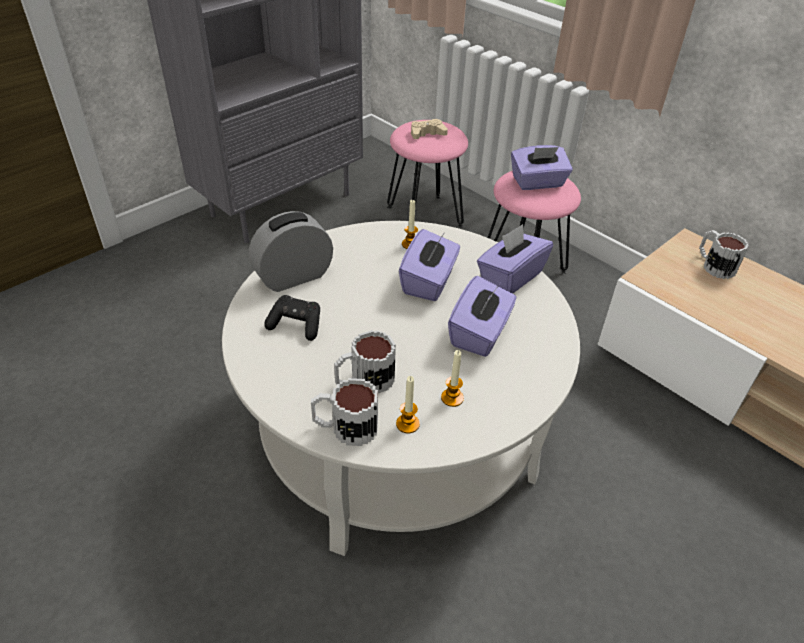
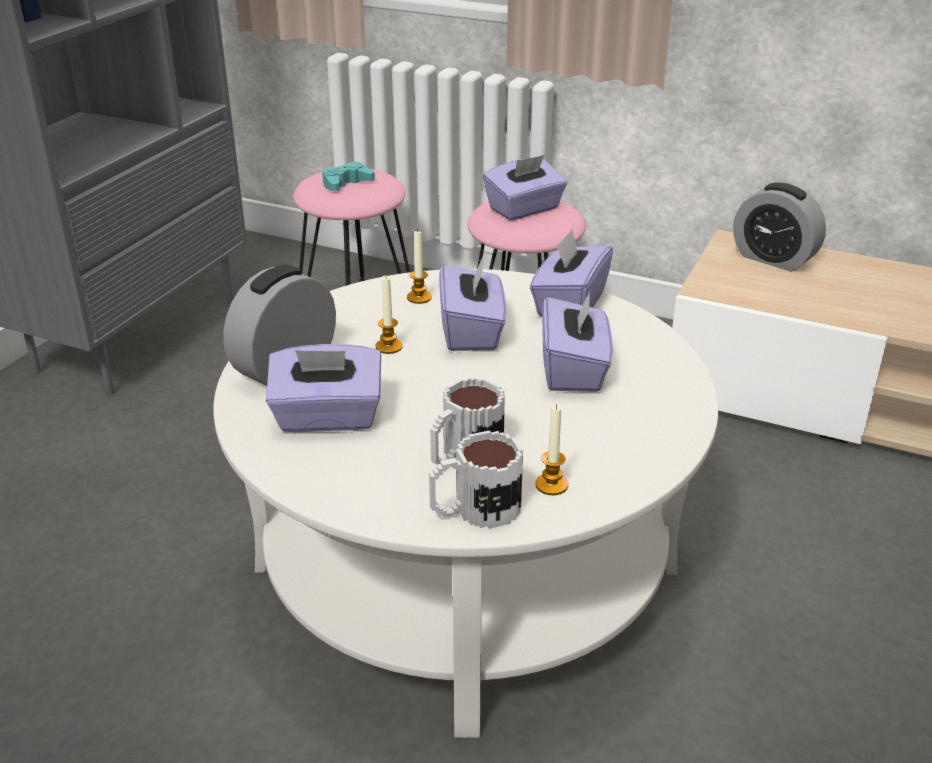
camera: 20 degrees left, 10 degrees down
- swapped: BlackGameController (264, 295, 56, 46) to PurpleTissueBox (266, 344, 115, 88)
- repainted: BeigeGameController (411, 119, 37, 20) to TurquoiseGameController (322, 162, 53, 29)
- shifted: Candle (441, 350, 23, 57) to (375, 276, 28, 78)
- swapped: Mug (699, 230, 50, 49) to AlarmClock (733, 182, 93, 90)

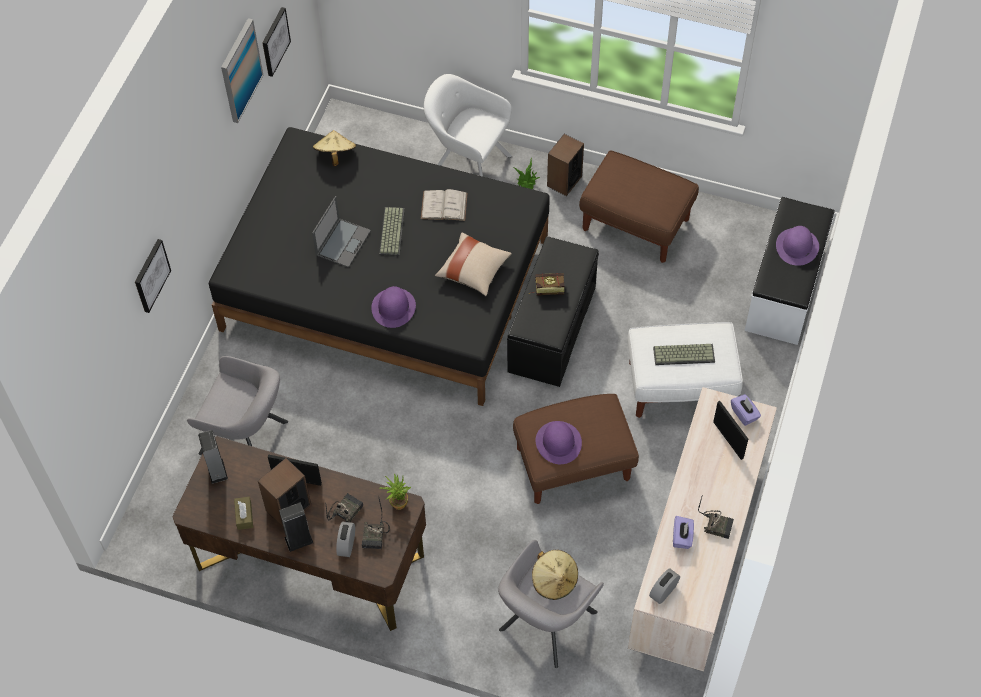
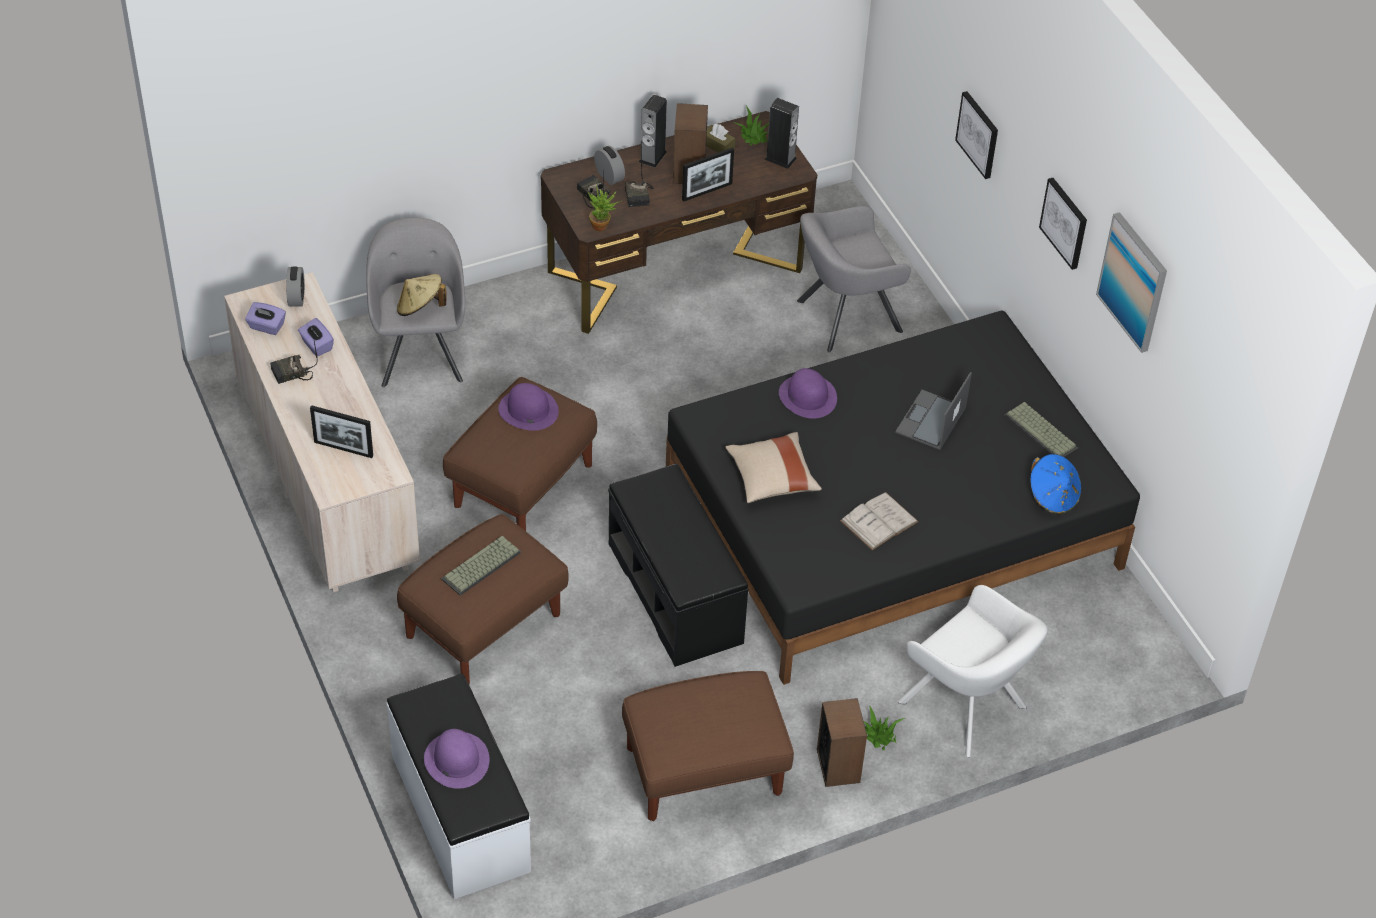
camera: 135 degrees right, 10 degrees down
- shifted: PurpleTissueBox (731, 394, 30, 32) to (245, 302, 41, 33)
- repainted: WhiteOttoman (628, 322, 115, 96) to BrownOttoman (397, 514, 172, 170)
- new: PottedPlant (734, 105, 35, 40)
- rotated: Laptop (312, 196, 59, 72) = (895, 372, 77, 78) 45 degrees clockwise
- rotated: WhiteArmchair (424, 74, 88, 103) = (898, 585, 150, 173) 60 degrees clockwise
- shifted: Keyboard (379, 207, 26, 49) to (1004, 402, 74, 55)
- repainted: BeigeHat (313, 130, 43, 36) to BlueHat (1030, 454, 52, 61)
- shifted: Picture (262, 7, 29, 70) to (1039, 178, 48, 92)
- gone: Book (529, 273, 36, 23)

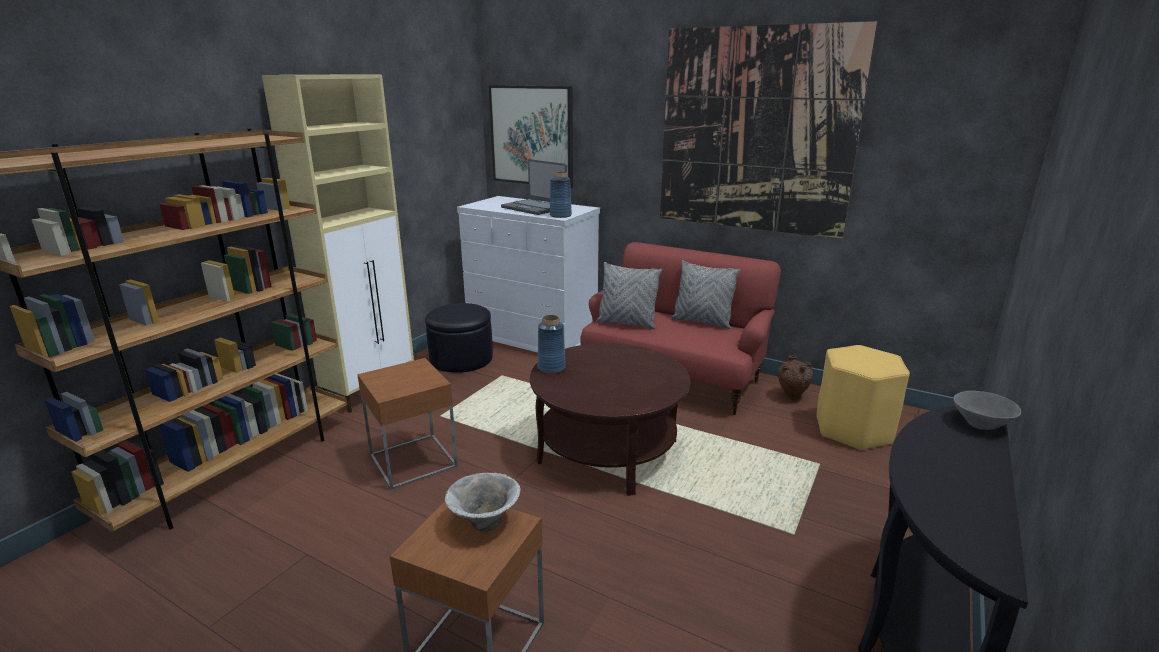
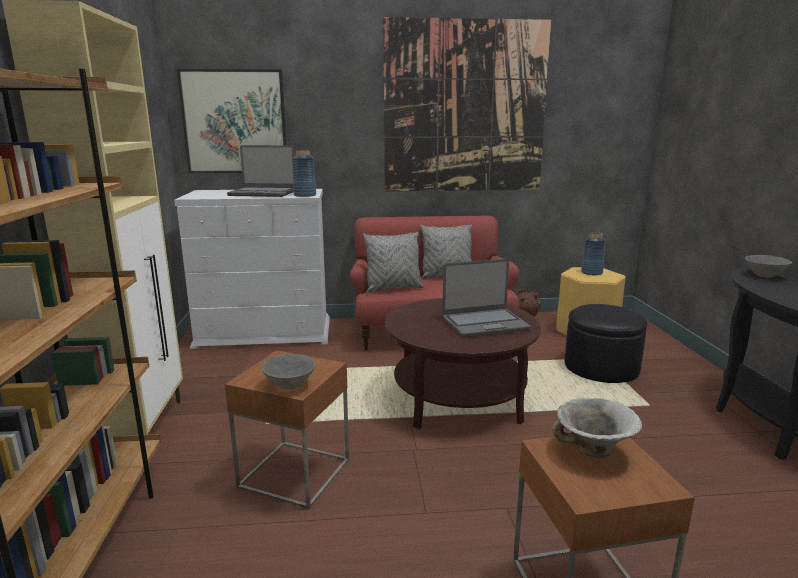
camera: 35 degrees left, 5 degrees down
- new: GreyBowl (262, 354, 53, 35)
- new: Laptop (442, 259, 89, 79)
- shifted: BlackOttoman (425, 303, 68, 70) to (565, 304, 82, 79)
- shifted: BlueVase (538, 315, 28, 59) to (581, 232, 25, 43)

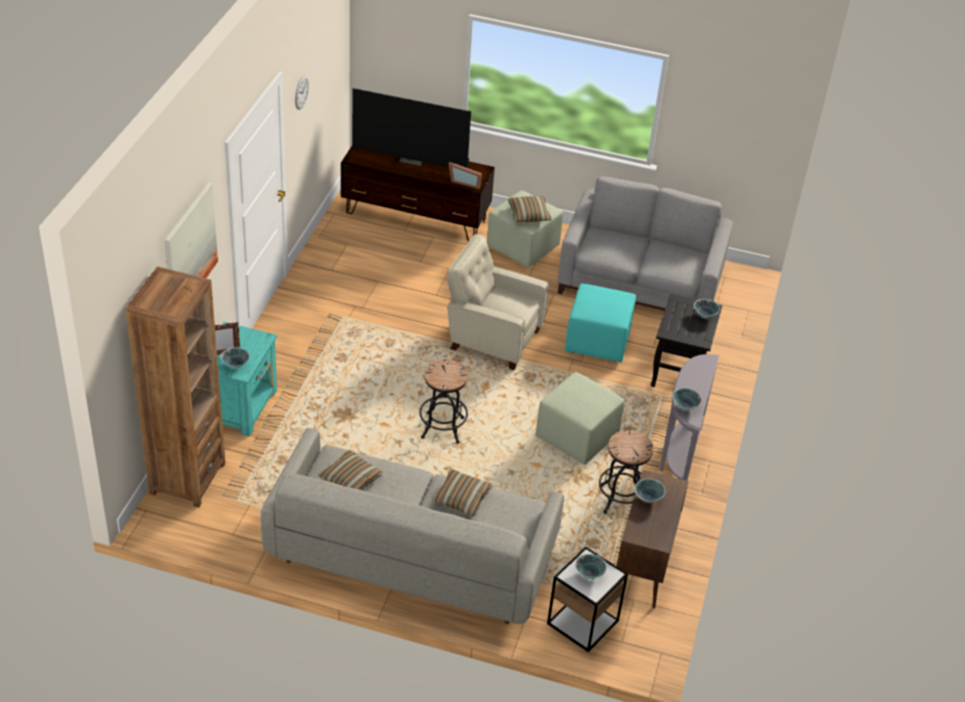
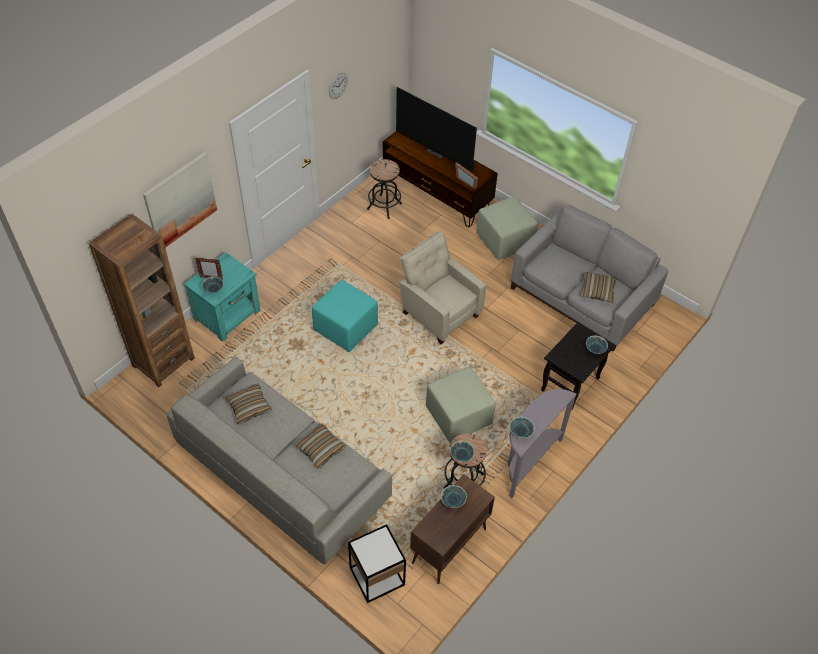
camera: 25 degrees right, 10 degrees up
- shifted: TurquoiseOttoman (565, 284, 71, 79) to (312, 280, 66, 72)
- shifted: BlackStool (419, 360, 49, 84) to (367, 159, 35, 60)
- shifted: Bowl (575, 554, 32, 25) to (450, 441, 24, 21)
- shifted: Pillow (508, 196, 44, 26) to (580, 272, 37, 31)

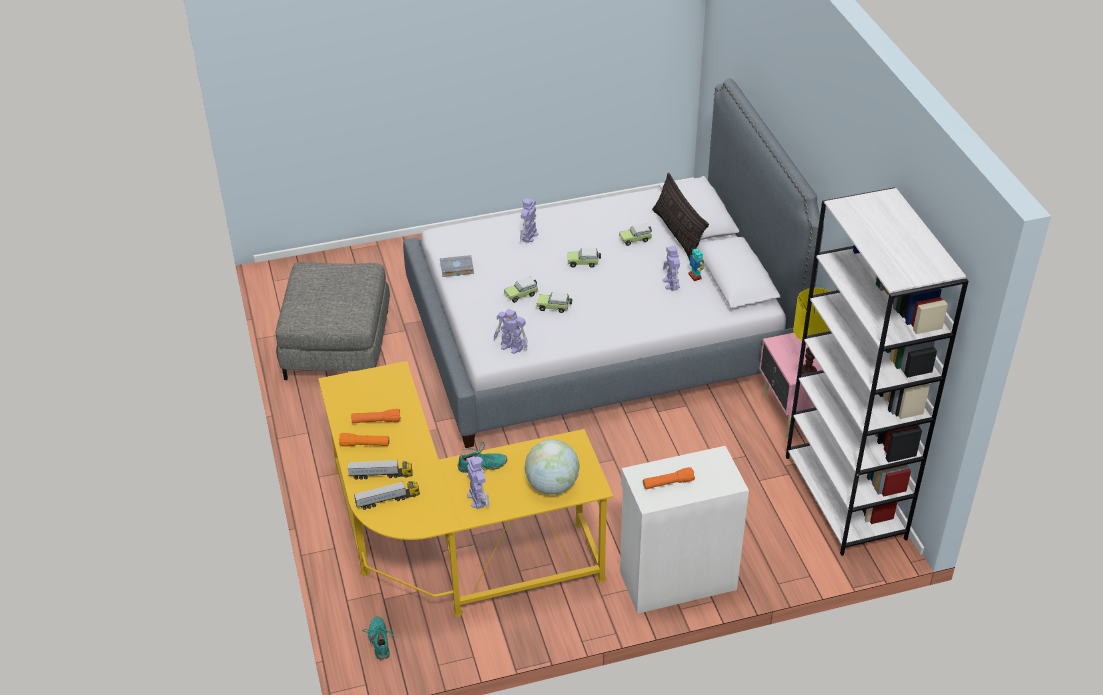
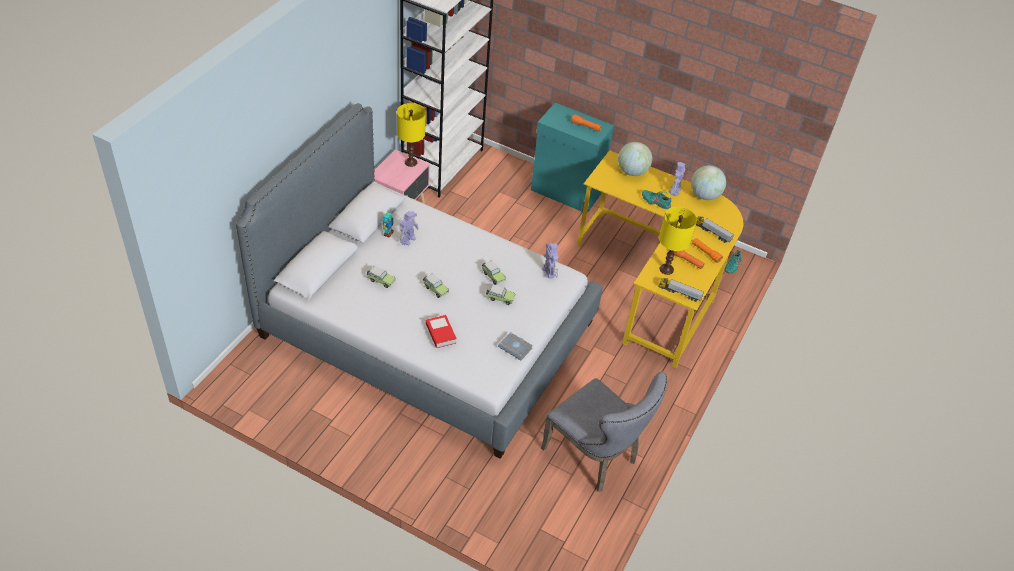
camera: 140 degrees left, 5 degrees up
- swapped: ToyRobot (520, 198, 18, 45) to Book (426, 315, 31, 33)
- repainted: WhiteCabinet (620, 446, 129, 168) to TurquoiseCabinet (531, 103, 83, 110)
- swapped: GreyOttoman (276, 262, 114, 118) to GreyChair (541, 371, 126, 121)
- shifted: ToyTruck (354, 481, 66, 29) to (658, 278, 46, 24)
- new: YellowTableLamp (659, 207, 38, 68)
- new: Globe (691, 165, 35, 35)
- gone: Pillow (652, 173, 57, 87)

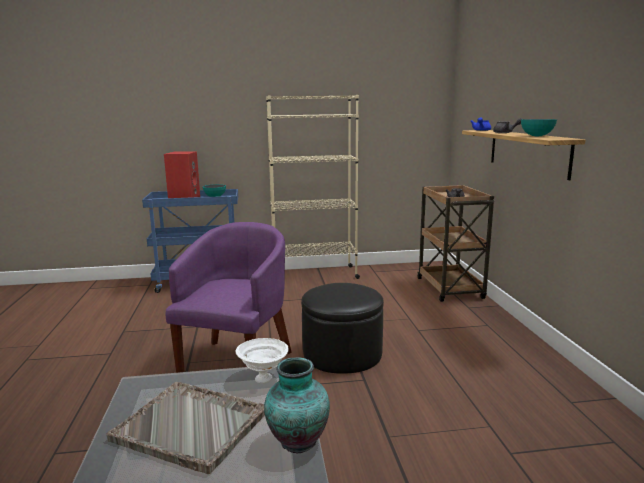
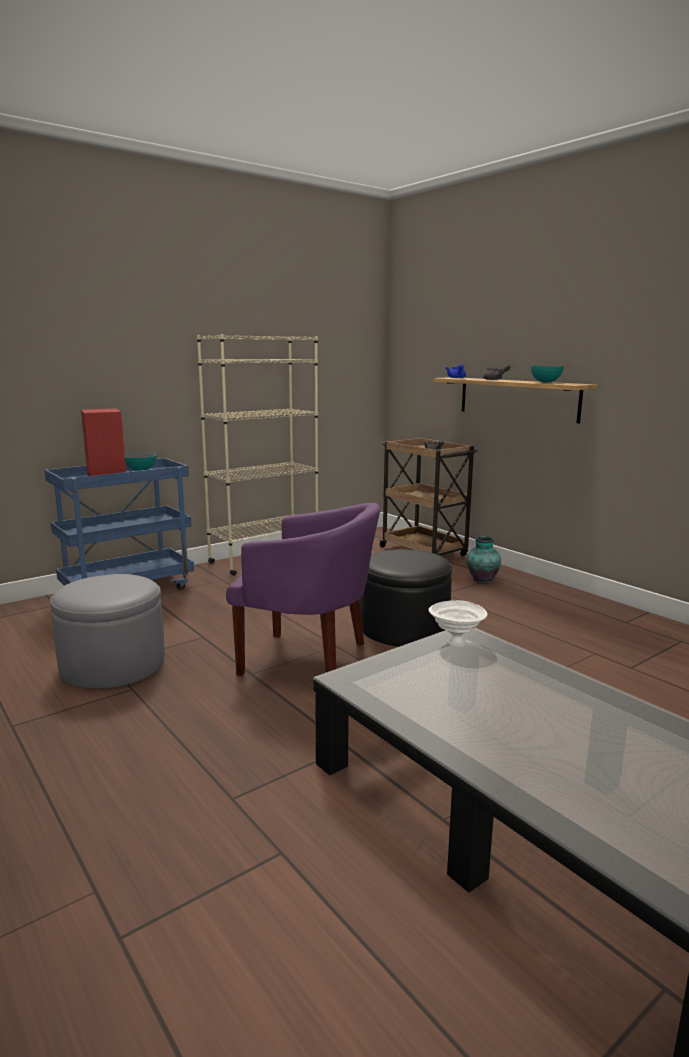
camera: 30 degrees left, 0 degrees up
- new: GreyOttoman (50, 574, 115, 115)
- rotated: PurpleArmchair (166, 222, 126, 151) = (226, 503, 154, 173) 120 degrees clockwise
- shifted: Vase (264, 357, 66, 97) to (467, 536, 34, 47)
- gone: GreyTray (106, 382, 159, 92)

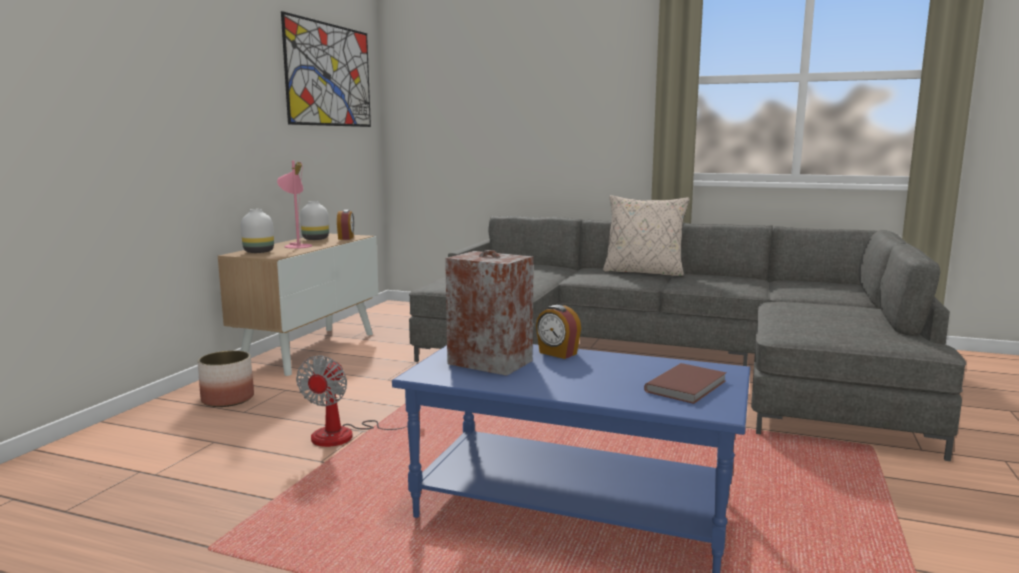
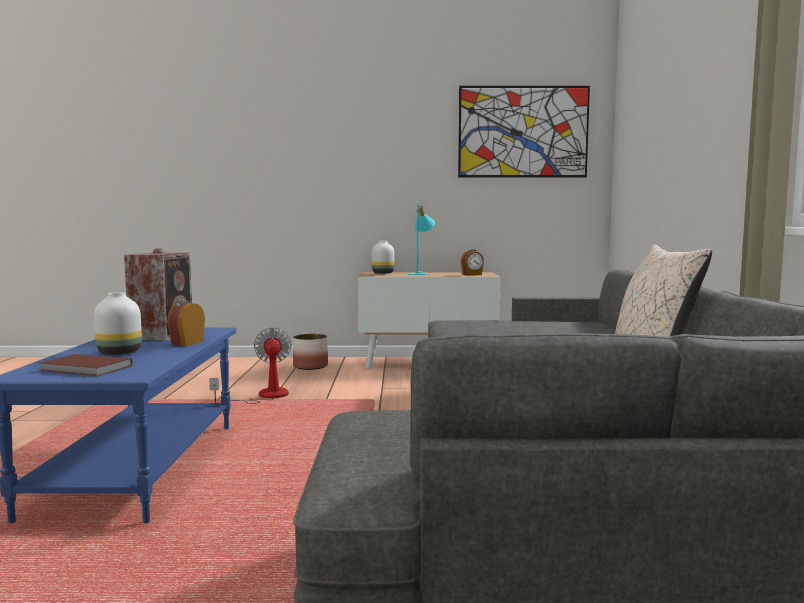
camera: 70 degrees right, 5 degrees down
- shifted: WhiteVase (300, 201, 29, 39) to (94, 292, 48, 63)
- rotated: Fan (296, 355, 111, 92) = (209, 327, 82, 77) 90 degrees clockwise
- repainted: PinkTableLamp (277, 161, 35, 88) to TurquoiseTableLamp (407, 205, 28, 70)

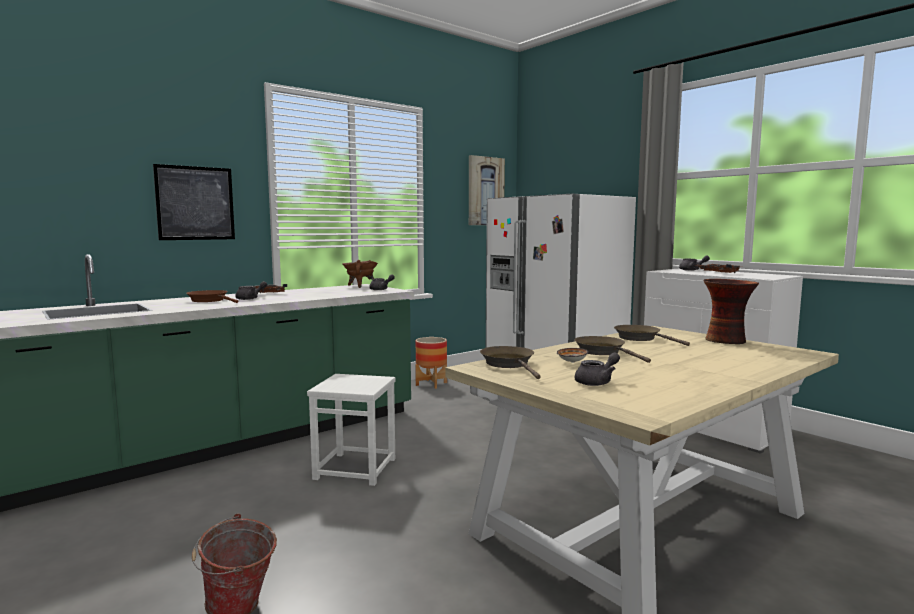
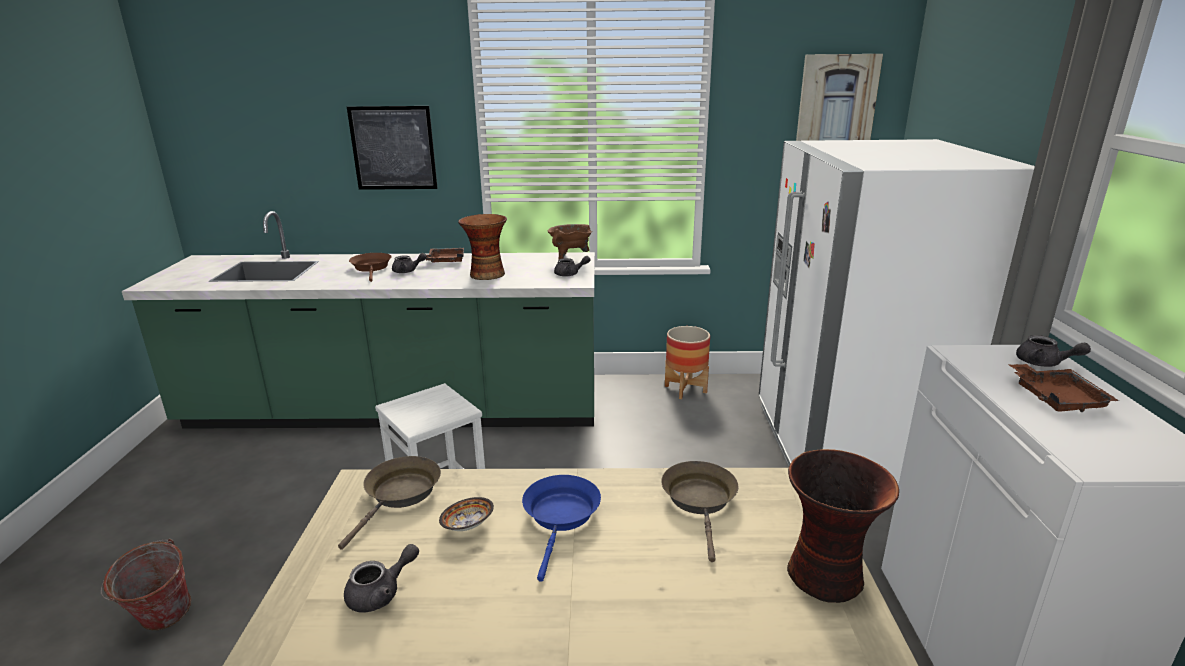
camera: 40 degrees right, 15 degrees up
- rotated: GreyTeapot (575, 352, 45, 34) = (344, 544, 75, 69) 45 degrees counterclockwise
- new: Vase (458, 214, 49, 66)
- repainted: BrownFryingPan (574, 336, 77, 27) to BlueFryingPan (522, 475, 79, 107)

